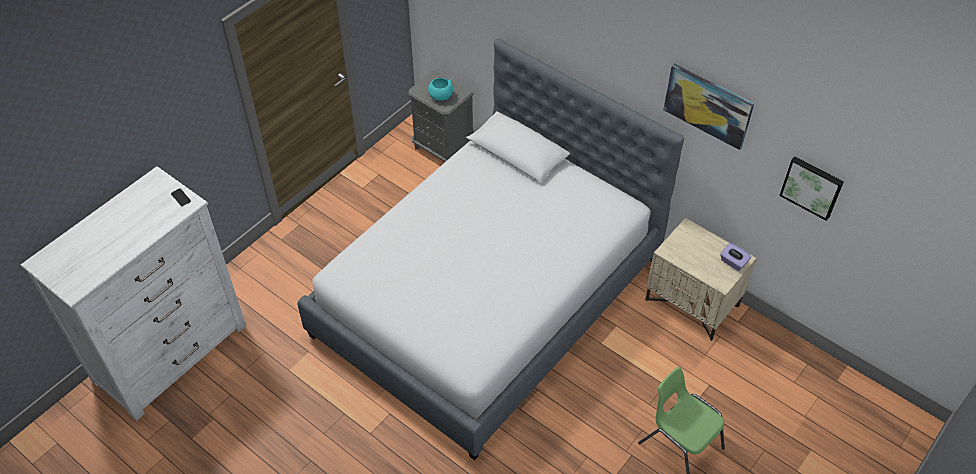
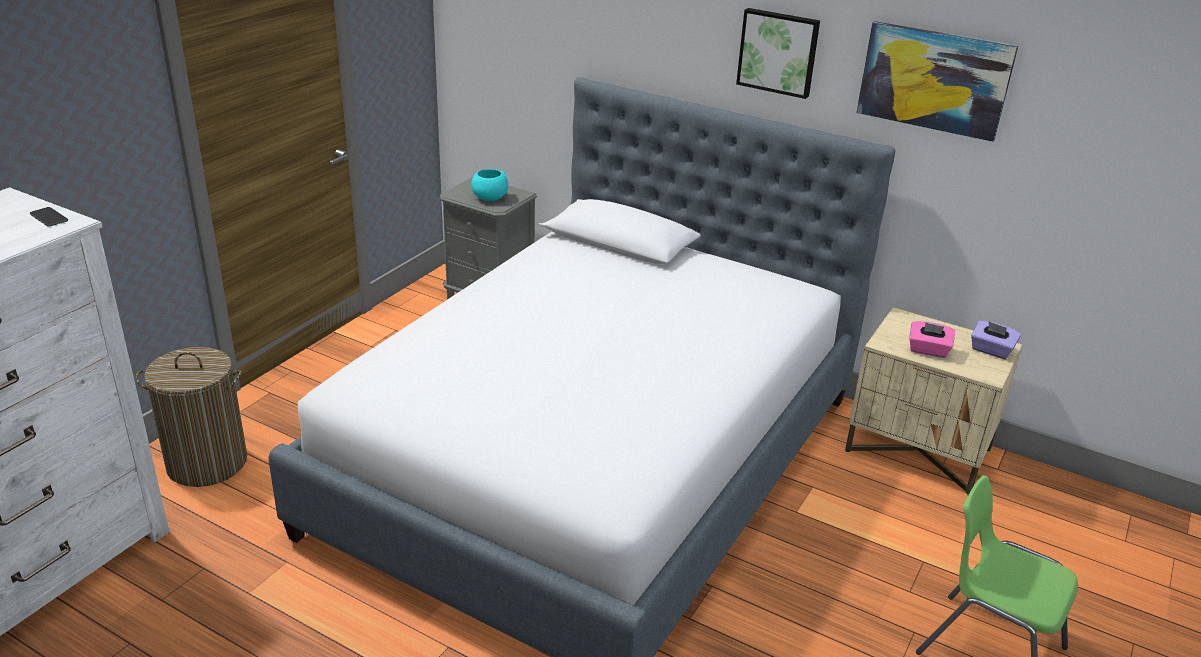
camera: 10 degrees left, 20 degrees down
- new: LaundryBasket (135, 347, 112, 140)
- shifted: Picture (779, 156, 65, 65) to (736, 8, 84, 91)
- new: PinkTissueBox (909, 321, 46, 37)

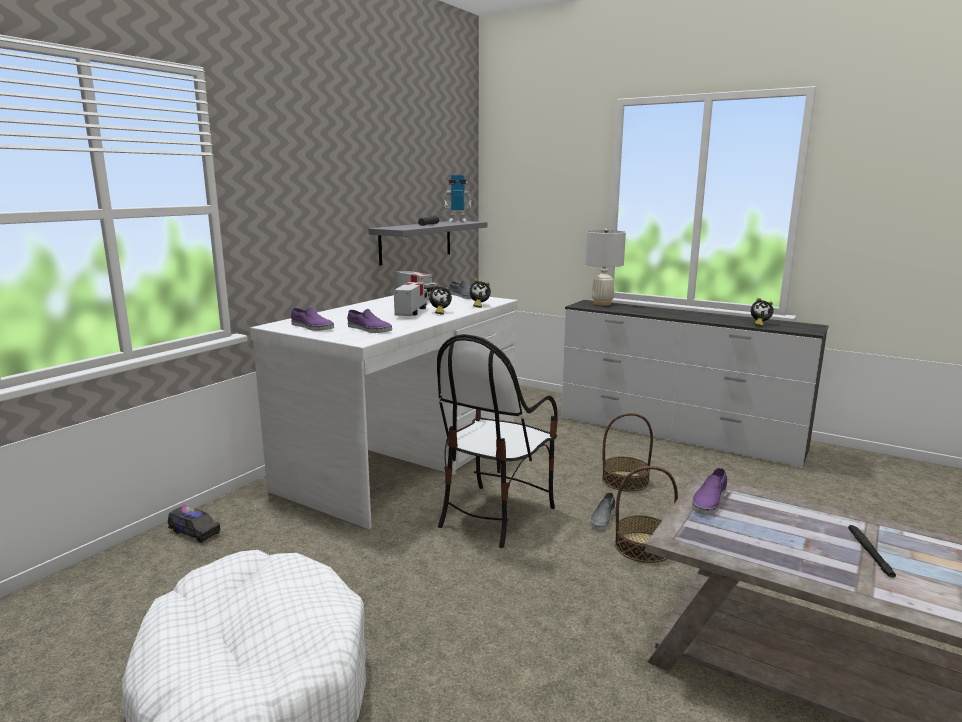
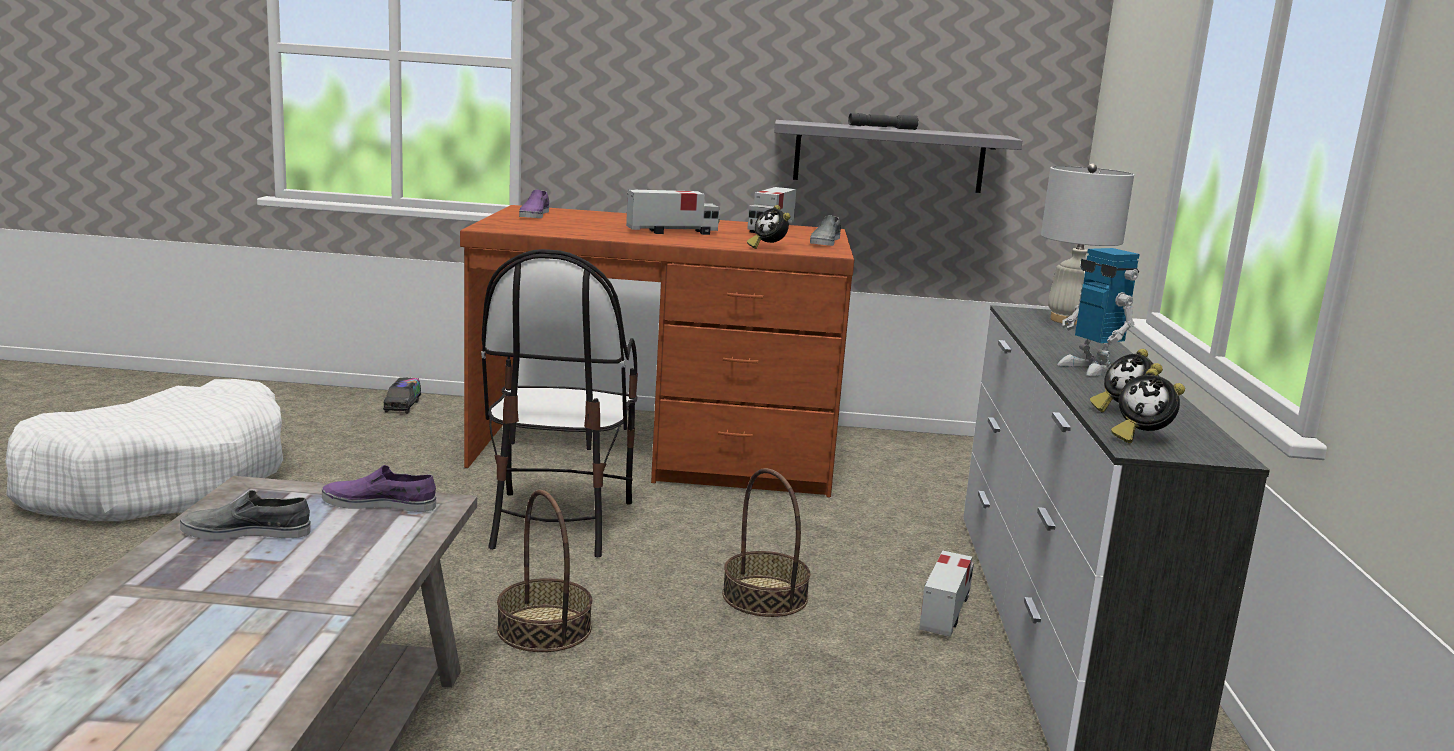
camera: 60 degrees right, 0 degrees up
- shifted: GreyShoe (591, 492, 24, 38) to (180, 490, 131, 50)
- repainted: WhiteDesk (250, 295, 268, 234) to BrownDesk (460, 205, 394, 292)
- rotated: Chair (437, 334, 121, 214) = (481, 249, 157, 308) 90 degrees counterclockwise
- new: ToyTruck (919, 551, 55, 86)
- shifted: ToyRobot (444, 175, 28, 48) to (1057, 248, 83, 128)
- shifted: AlarmClock (429, 284, 23, 31) to (1111, 368, 74, 75)
- gone: PurpleShoe (347, 309, 45, 24)
- gone: BlackFlashlight (848, 525, 48, 53)

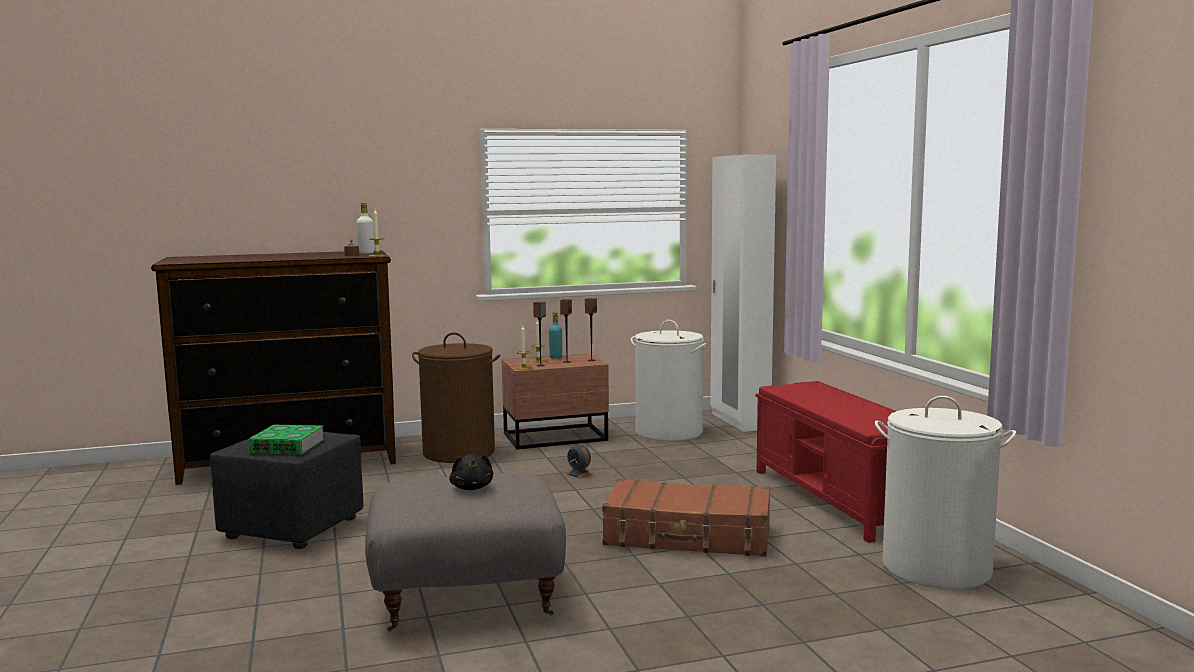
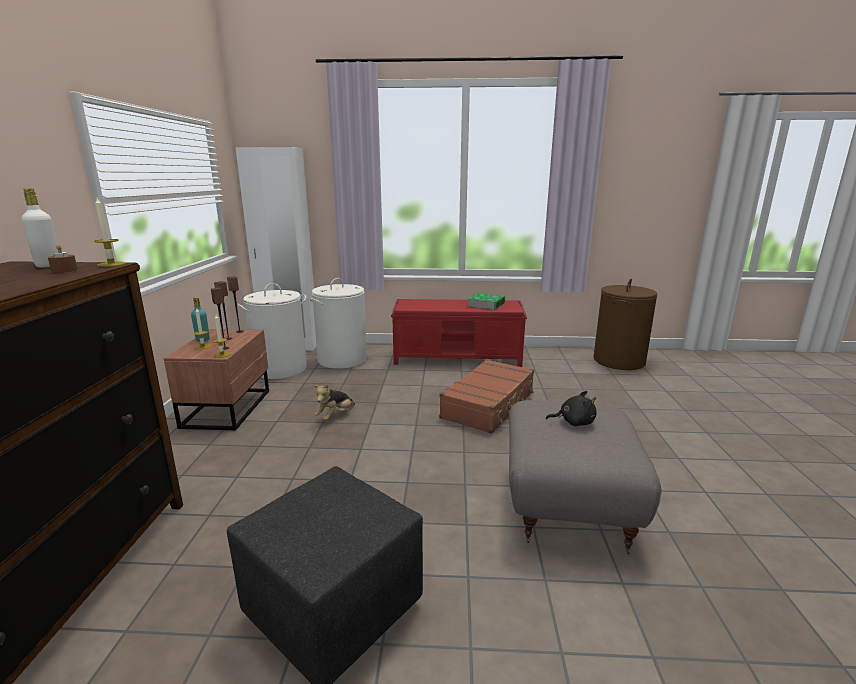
camera: 70 degrees left, 10 degrees up
- shifted: WhiteLaundryBasket (875, 396, 141, 193) to (310, 278, 57, 91)
- swapped: AlarmClock (566, 444, 27, 35) to PlushToy (314, 384, 41, 37)
- shifted: Book (248, 425, 76, 29) to (467, 293, 38, 17)
- shifted: BrownLaundryBasket (412, 332, 88, 131) to (593, 279, 64, 91)

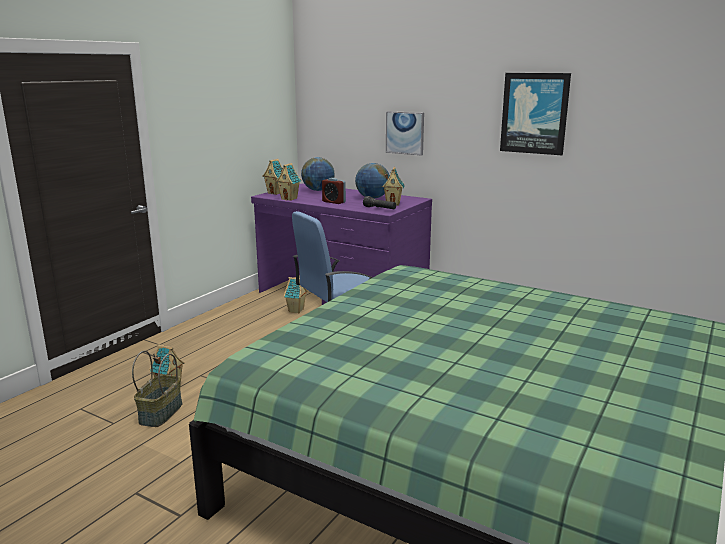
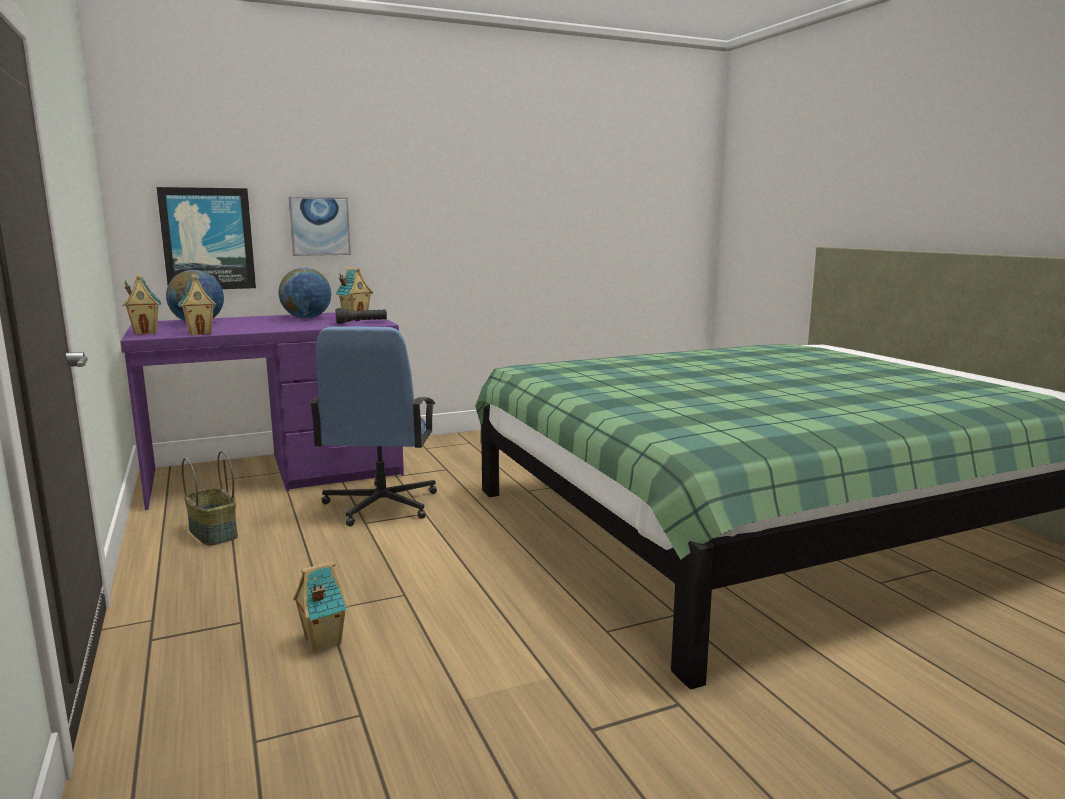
camera: 55 degrees left, 5 degrees down
- shifted: Picture (500, 73, 71, 82) to (157, 187, 99, 102)
- shifted: Basket (132, 351, 50, 76) to (182, 451, 56, 95)
- gone: ToyHouse (284, 277, 24, 37)
- gone: AlarmClock (322, 178, 24, 26)

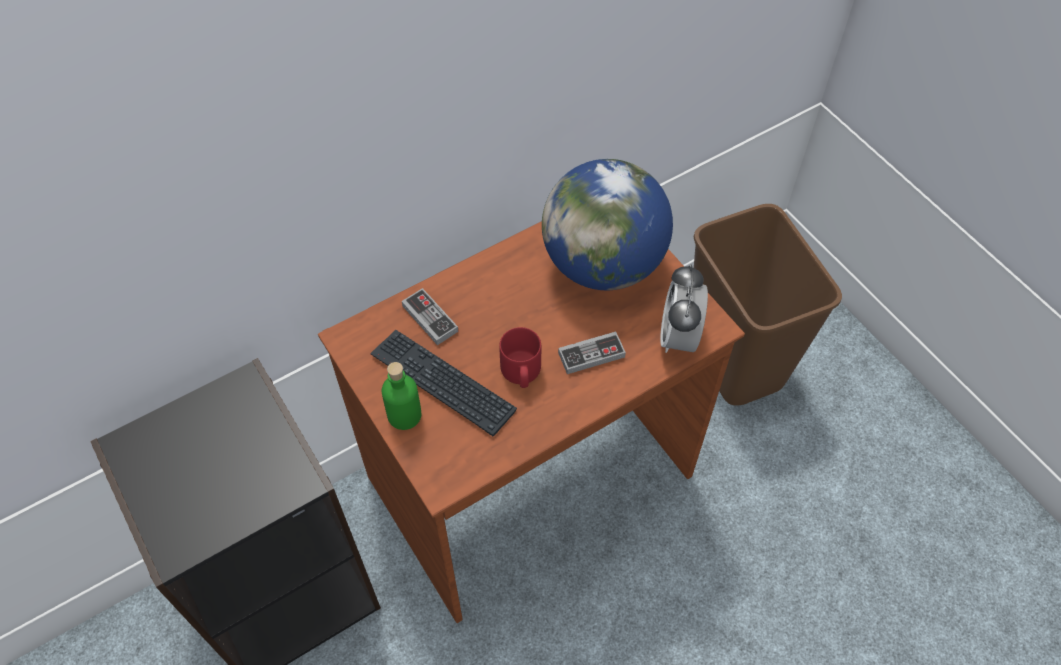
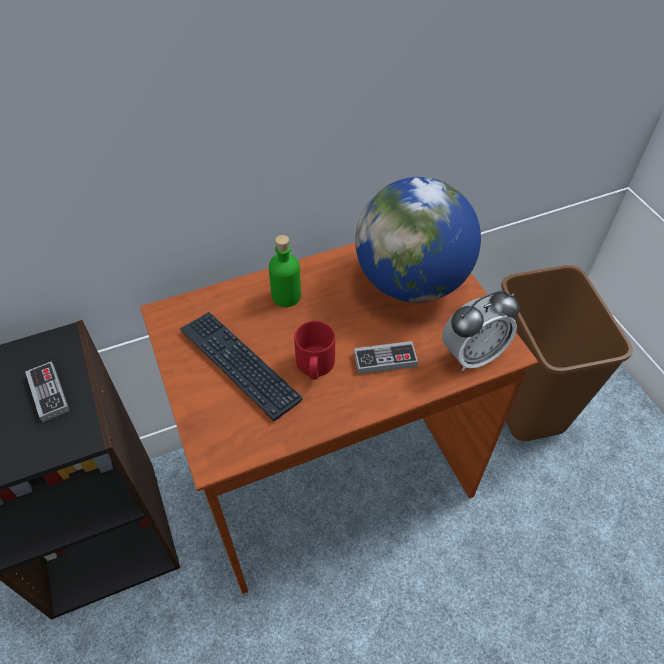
camera: 10 degrees right, 5 degrees down
- shifted: GameController (402, 288, 56, 57) to (25, 362, 44, 60)
- shifted: GreenBottle (382, 362, 39, 68) to (269, 235, 32, 72)
- rotated: AlarmClock (660, 264, 48, 89) = (442, 290, 78, 81) 135 degrees counterclockwise

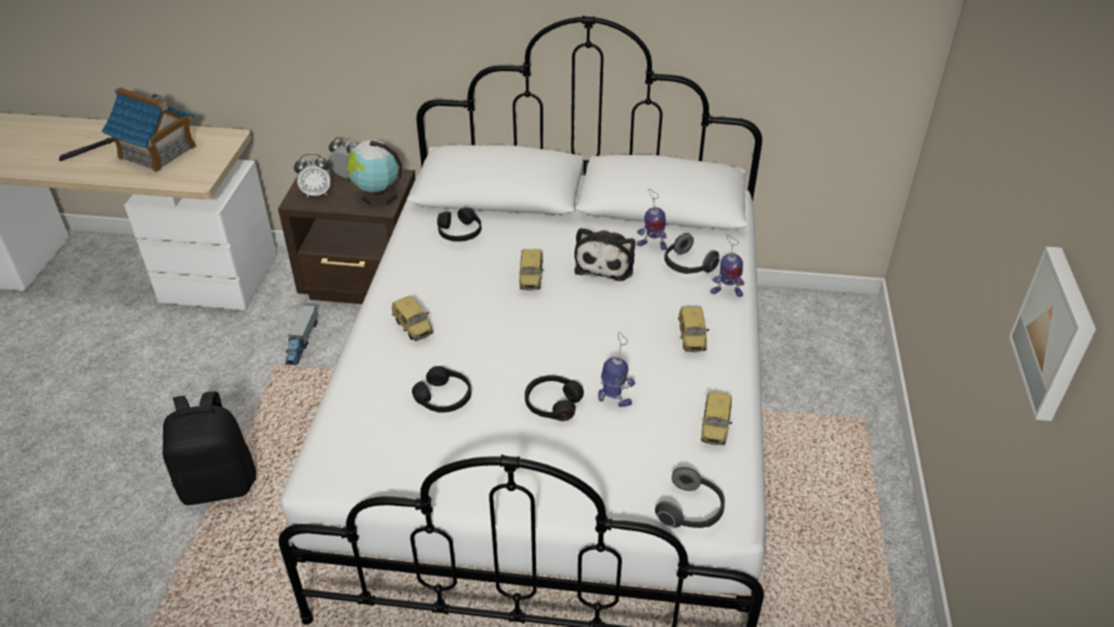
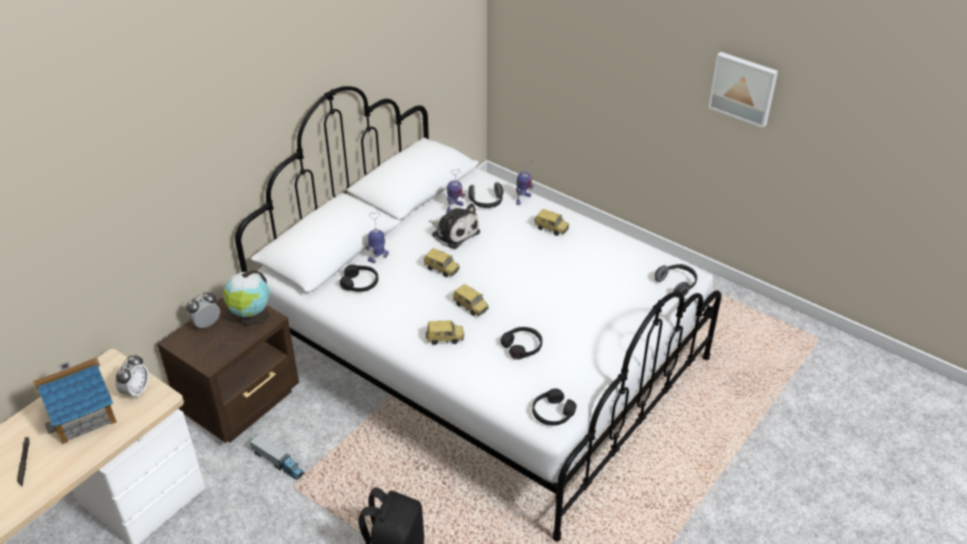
camera: 60 degrees left, 0 degrees up
- shifted: AlarmClock (294, 154, 37, 43) to (116, 354, 33, 46)
- shifted: ToyRobot (598, 332, 37, 75) to (366, 213, 23, 50)
- shifted: ToyCar (701, 392, 31, 53) to (453, 284, 36, 32)
- shifted: BlackHeadphones (525, 375, 59, 46) to (532, 388, 45, 38)

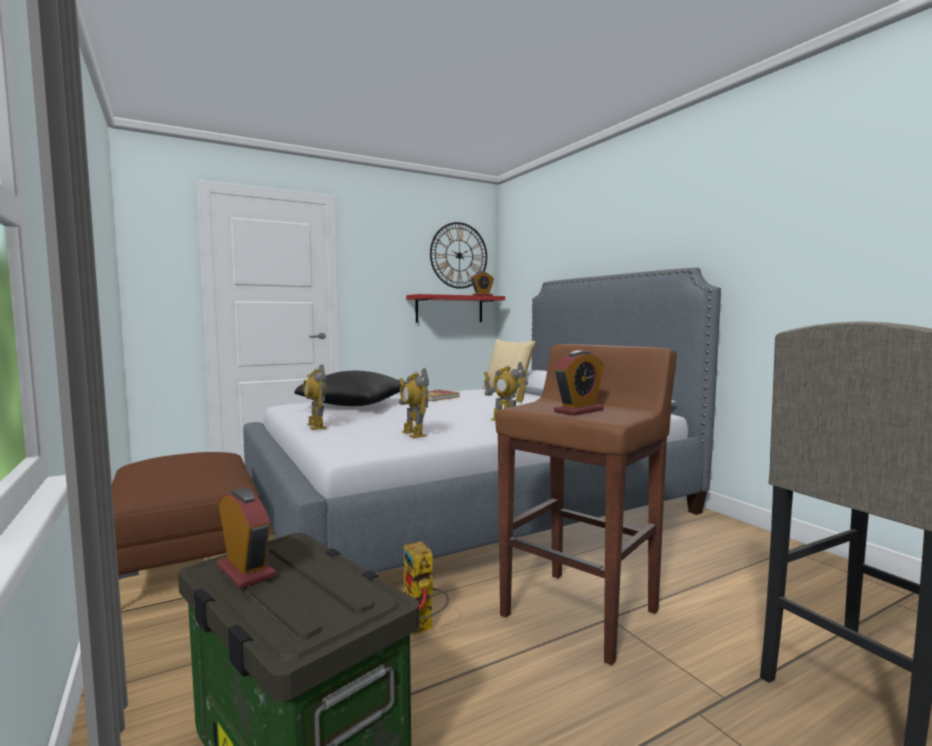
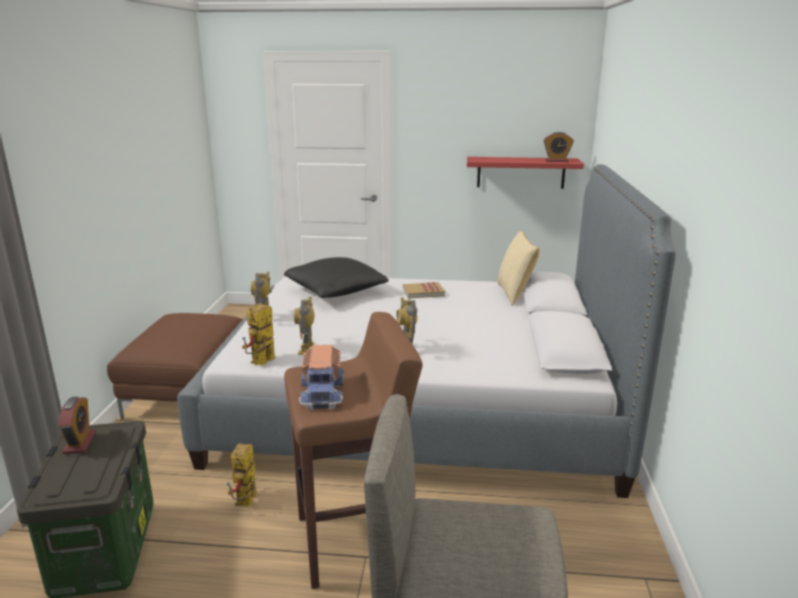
camera: 35 degrees right, 15 degrees up
- new: ToyRobot (242, 304, 33, 62)
- swapped: AlarmClock (554, 350, 50, 65) to ToyTruck (299, 345, 45, 65)
- gone: WallClock (430, 222, 57, 67)

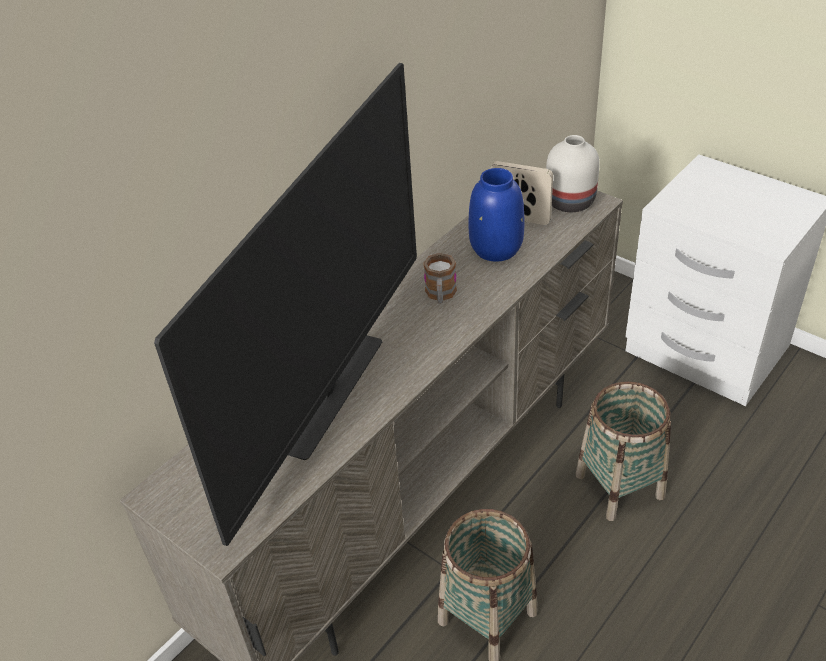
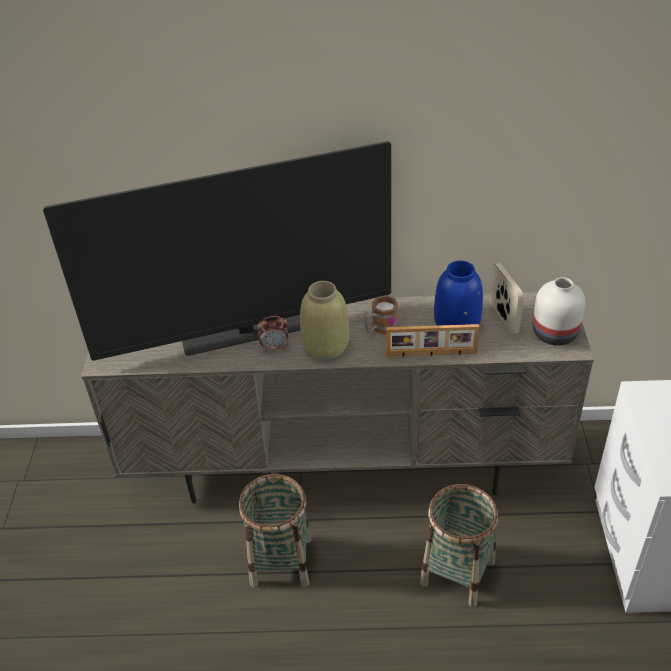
camera: 50 degrees right, 0 degrees up
- new: AlarmClock (258, 316, 30, 35)
- new: BeigeVase (300, 281, 49, 79)
- new: PictureFrame (386, 324, 93, 33)

